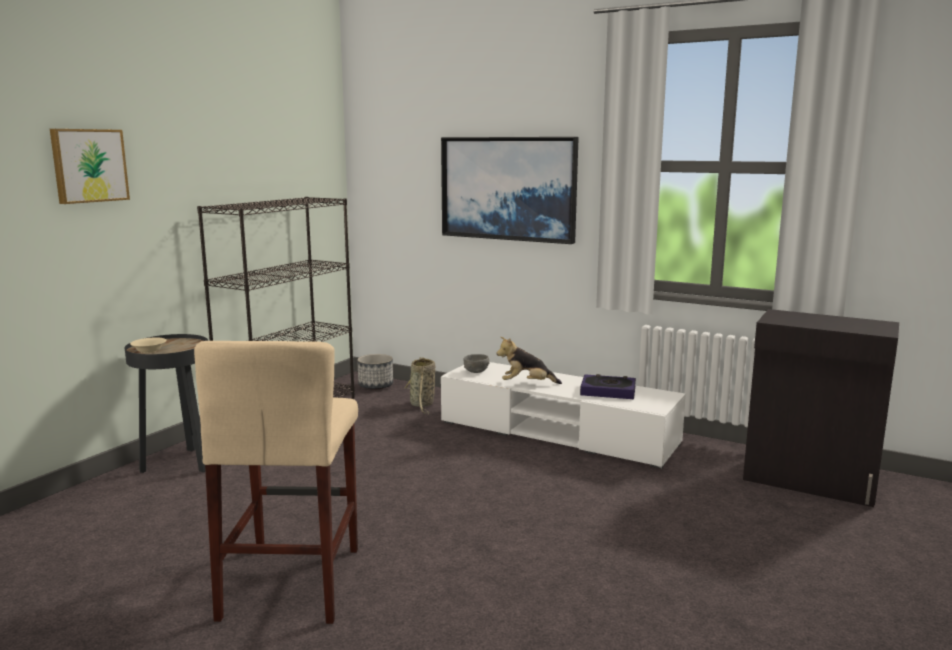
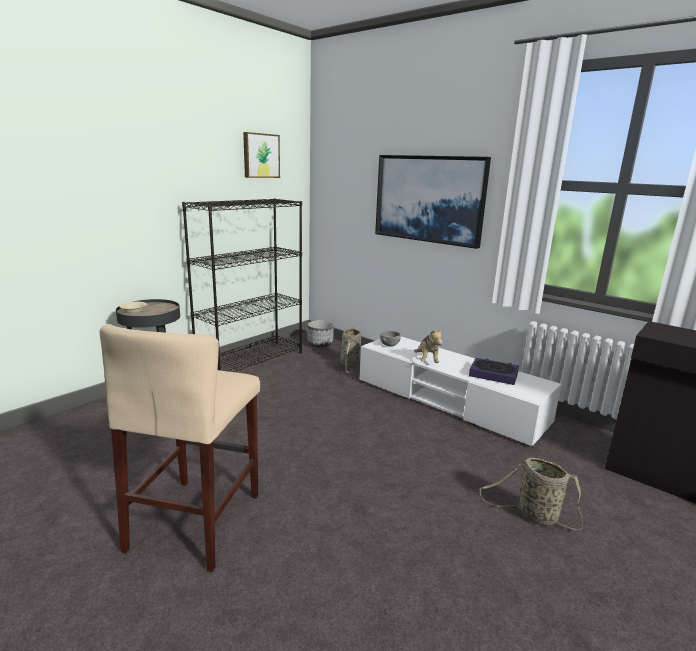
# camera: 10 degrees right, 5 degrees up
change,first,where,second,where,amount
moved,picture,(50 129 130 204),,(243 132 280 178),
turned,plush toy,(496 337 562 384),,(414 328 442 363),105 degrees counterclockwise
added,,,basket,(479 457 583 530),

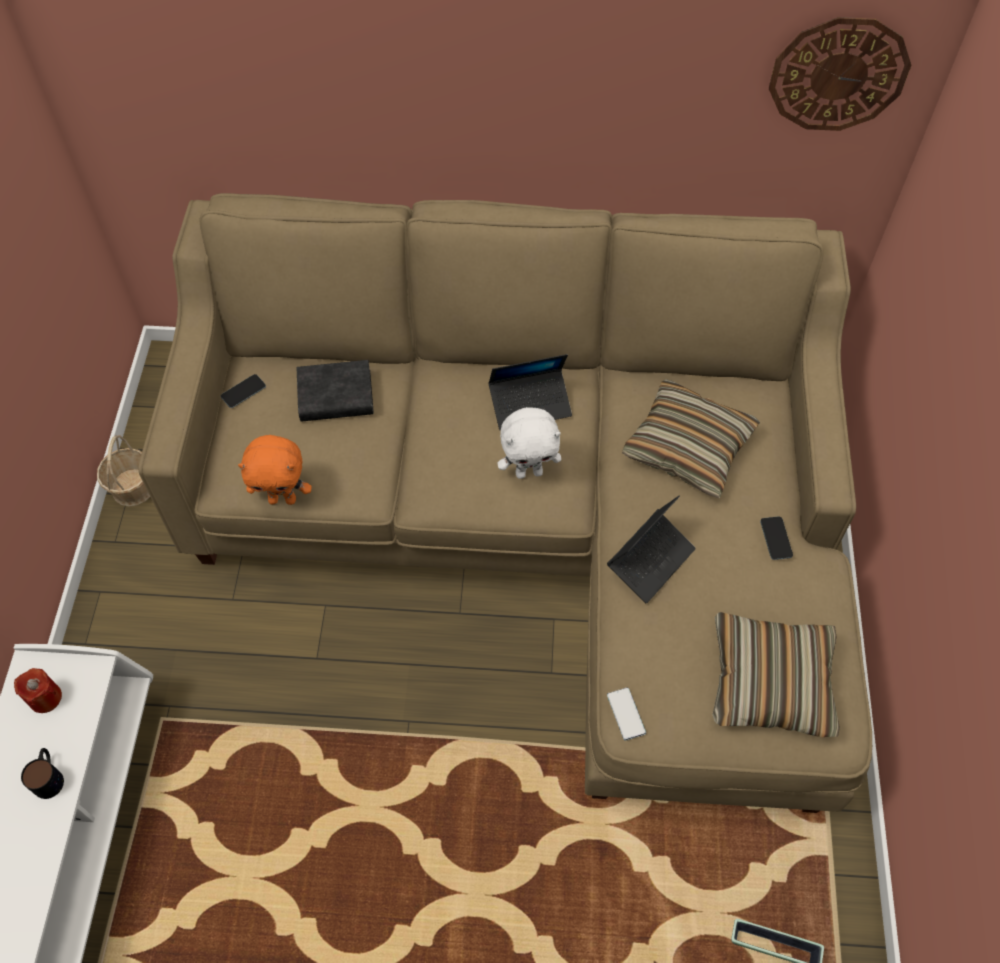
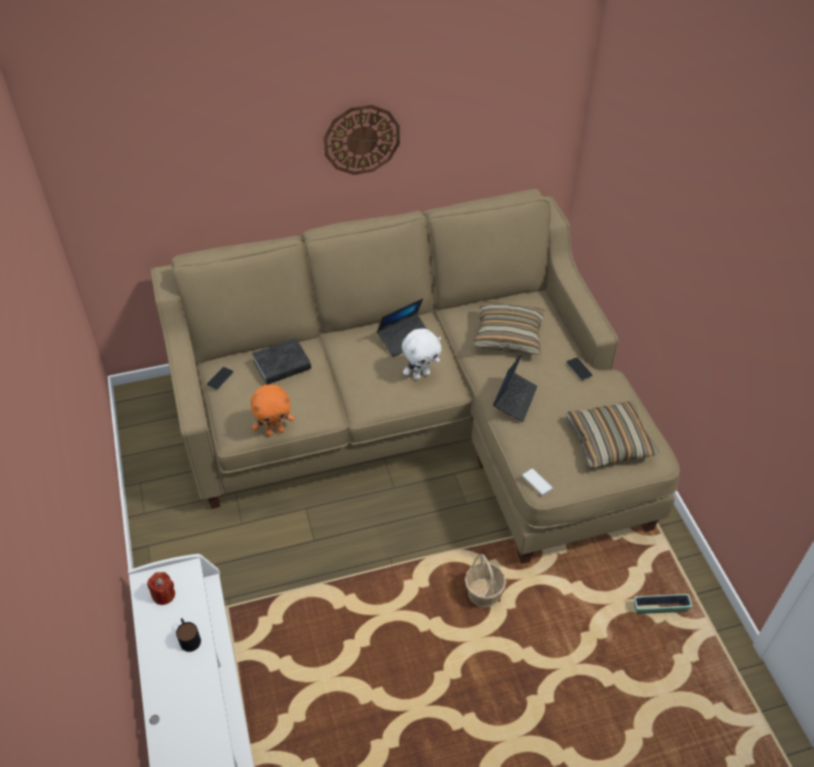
# camera: 20 degrees left, 10 degrees down
change,first,where,second,where,amount
moved,wall clock,(769 17 911 131),,(324 105 400 175),
moved,basket,(97 435 150 506),,(465 554 506 607),

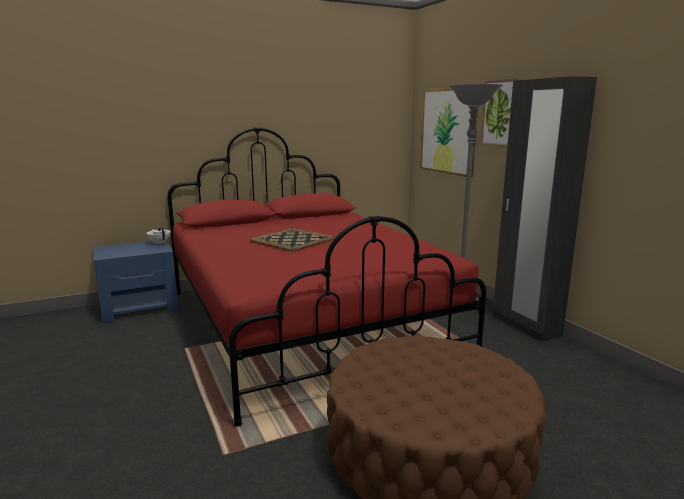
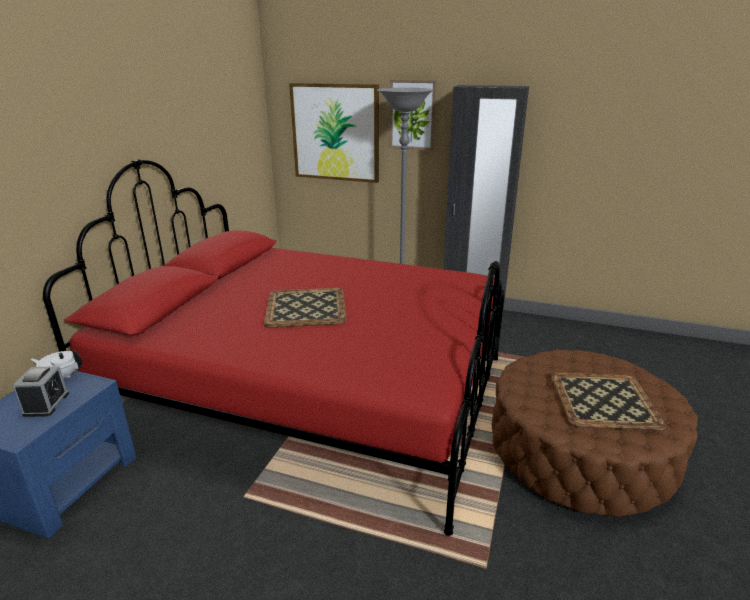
# camera: 45 degrees left, 10 degrees up
change,first,where,second,where,amount
added,,,alarm clock,(13 366 69 417),
added,,,tray,(551 372 666 431),

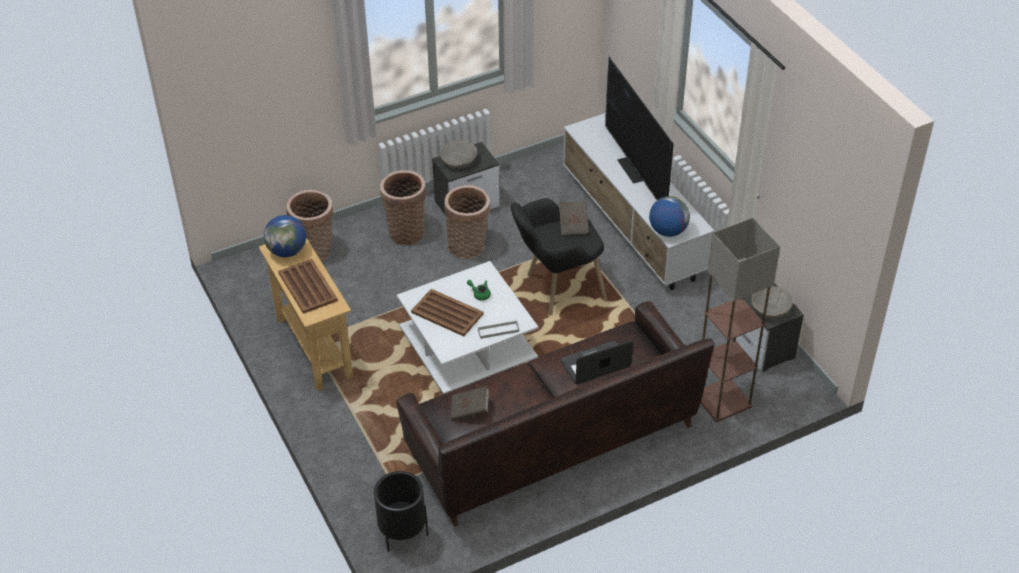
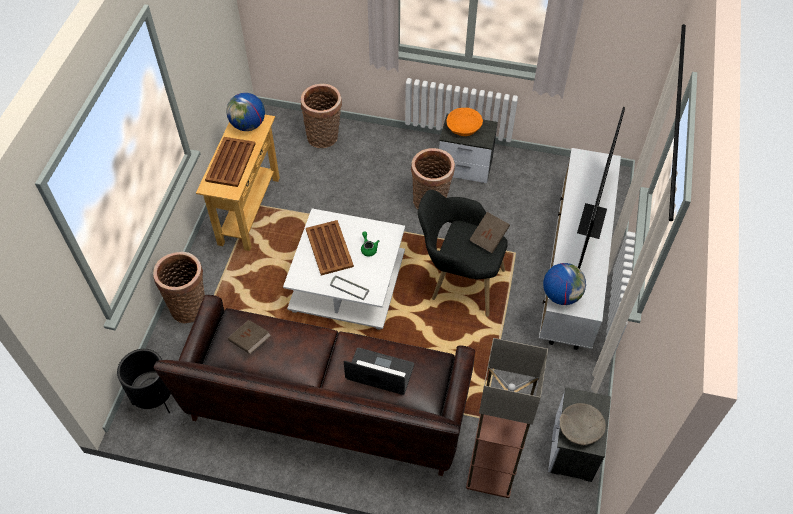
# camera: 40 degrees right, 10 degrees up
change,first,where,second,where,amount
moved,basket,(380 170 426 245),,(153 252 205 323),
recoloured,bowl/beige,(440 140 477 169),bowl/orange,(447 108 483 136),

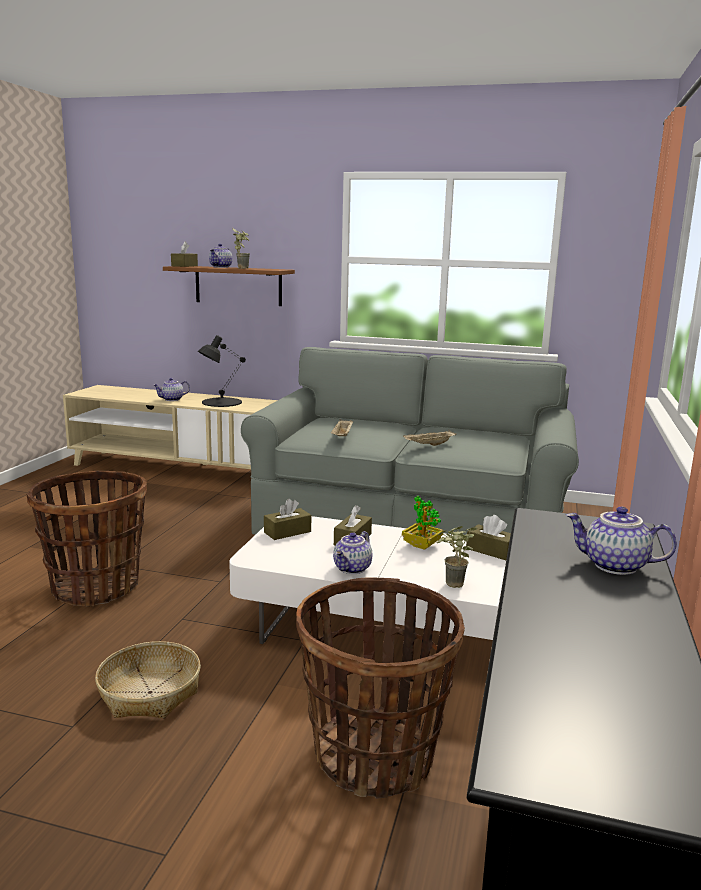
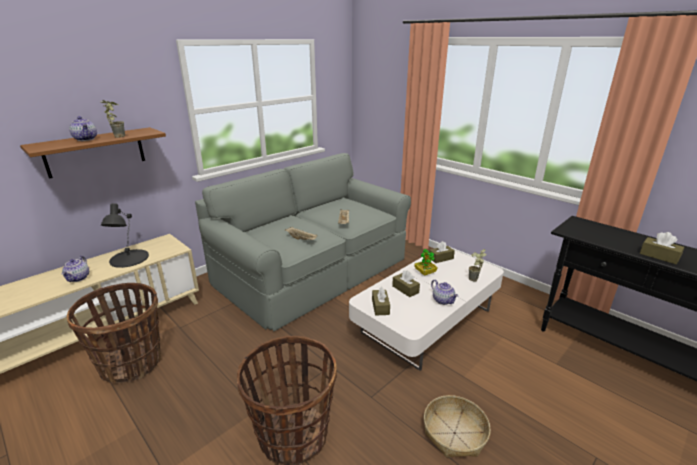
# camera: 60 degrees left, 10 degrees up
change,first,where,second,where,amount
moved,basket,(296 578 465 799),,(67 283 161 383),
moved,tissue box/brown,(171 242 198 267),,(640 232 684 264),
removed,teapot,(566 507 677 575),,,

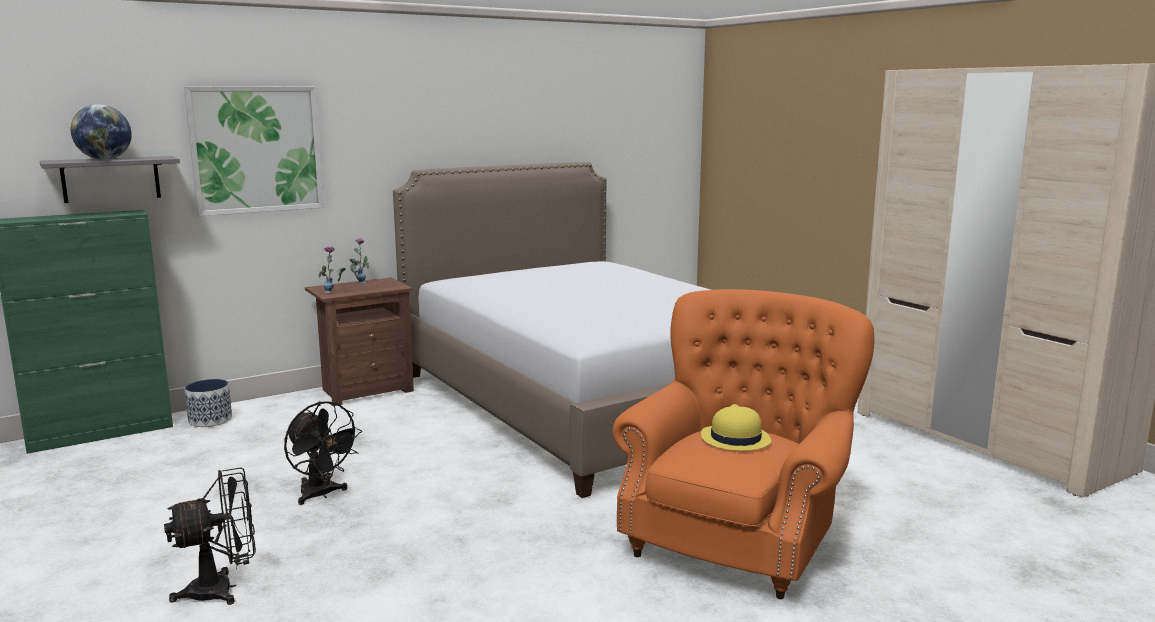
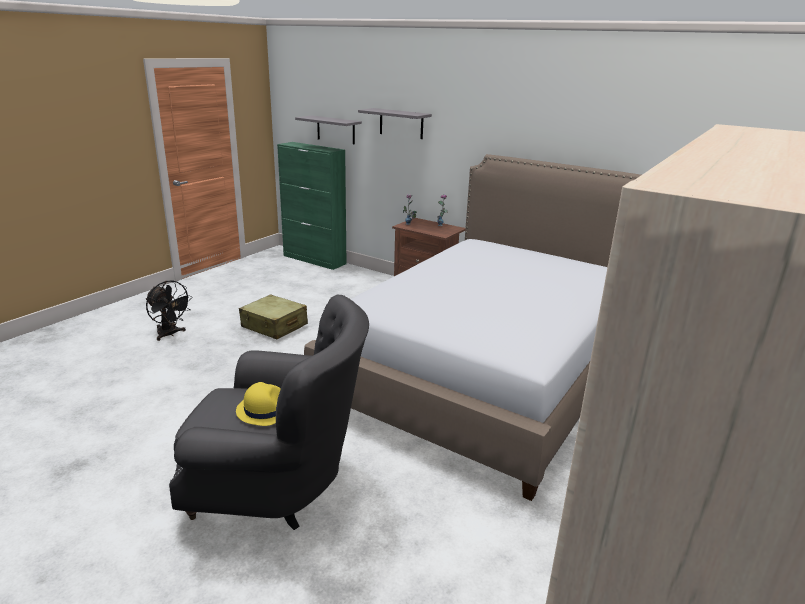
# camera: 65 degrees right, 10 degrees up
change,first,where,second,where,amount
recoloured,armchair/orange,(612 289 875 599),armchair/grey,(169 295 369 530),
replaced,fan/black,(284 401 362 505),suitcase/beige,(239 294 308 339),
replaced,picture,(184 86 324 216),shelf/grey,(358 108 432 139),
removed,globe,(71 104 132 160),,,
removed,planter,(184 379 232 427),,,

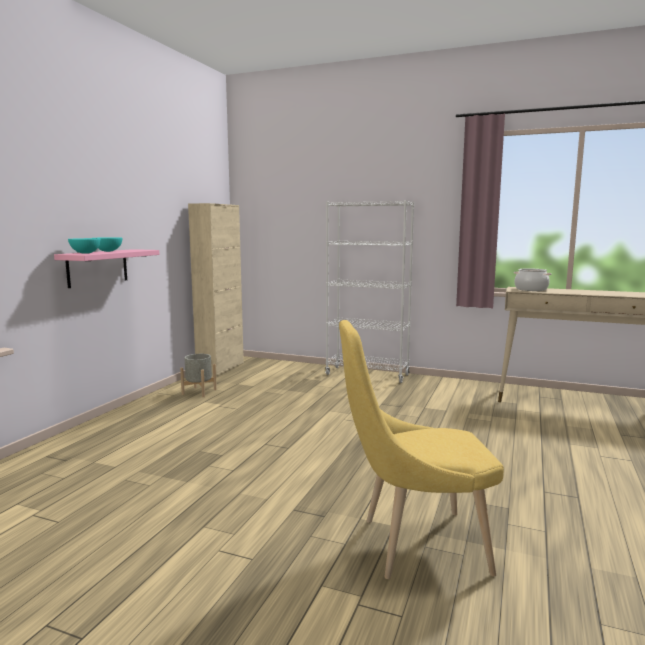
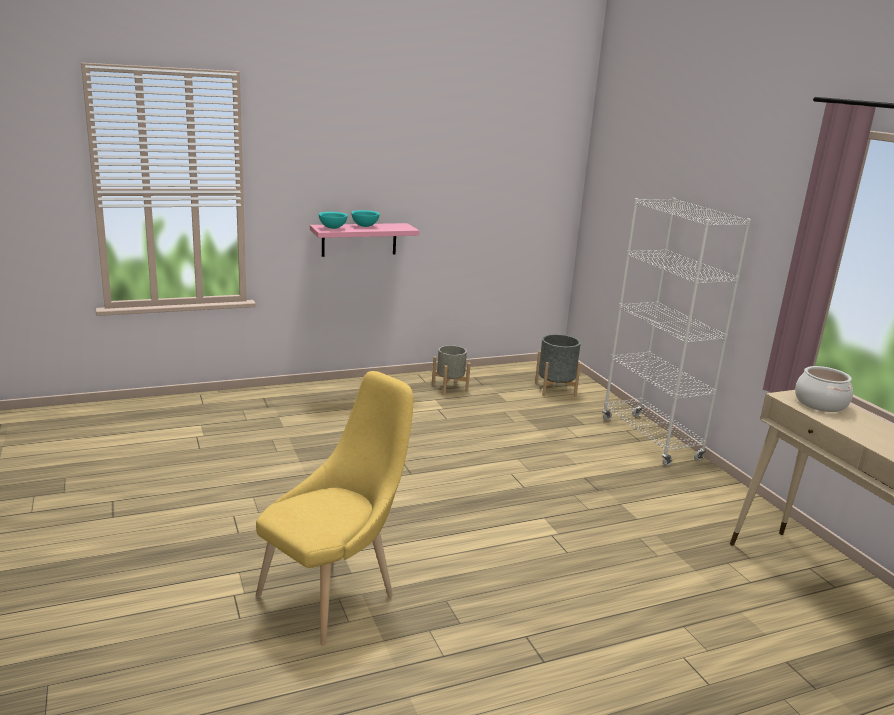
# camera: 45 degrees right, 10 degrees up
change,first,where,second,where,amount
turned,chair/yellow,(339 320 504 579),,(256 371 413 646),90 degrees clockwise
added,,,planter/grey,(535 334 581 396),
removed,cabinet/beige,(188 203 244 376),,,

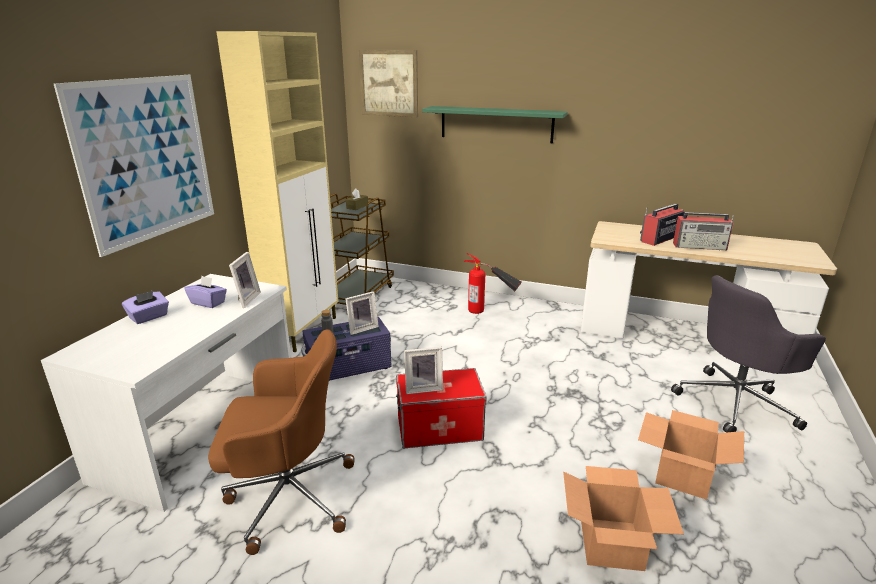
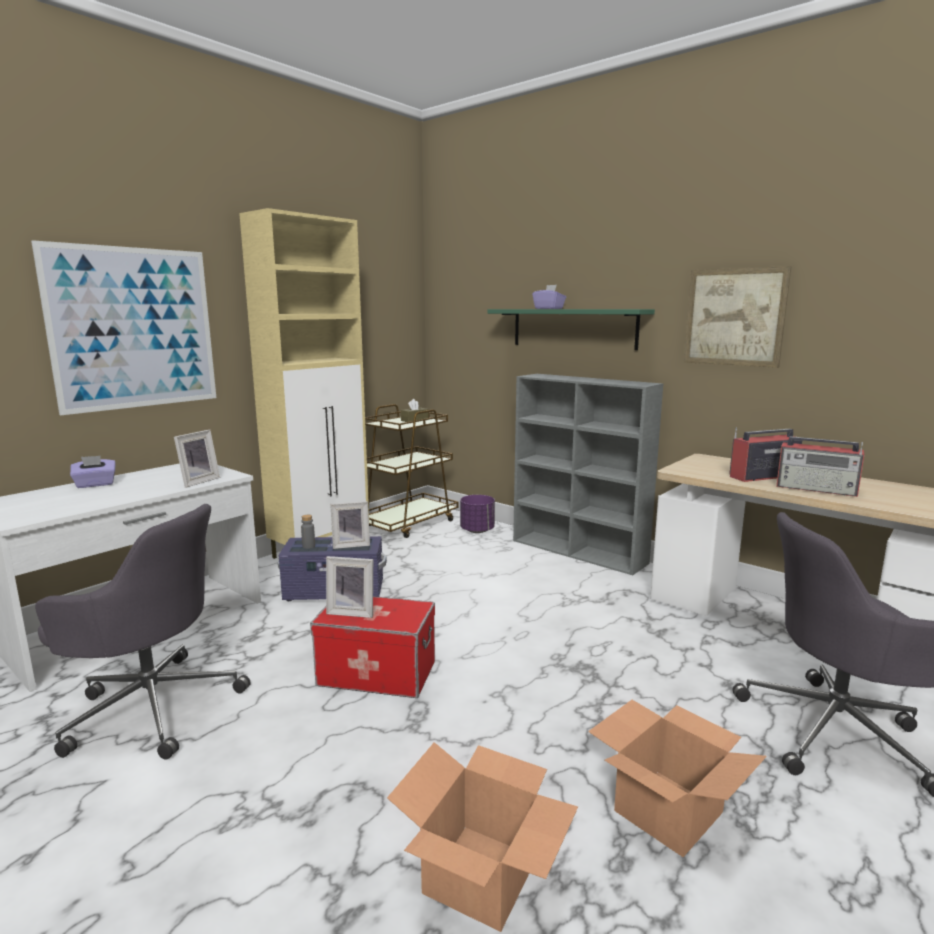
# camera: 20 degrees right, 10 degrees down
change,first,where,second,where,amount
recoloured,office chair/brown,(208 329 354 555),office chair/grey,(35 504 251 760),
added,,,planter/purple,(460 495 495 533),
added,,,bookcase/grey,(513 374 663 575),
moved,tissue box/purple,(184 276 227 308),,(532 285 566 309),
moved,picture,(359 50 418 117),,(684 266 791 368),
removed,fire extinguisher,(464 253 522 314),,,

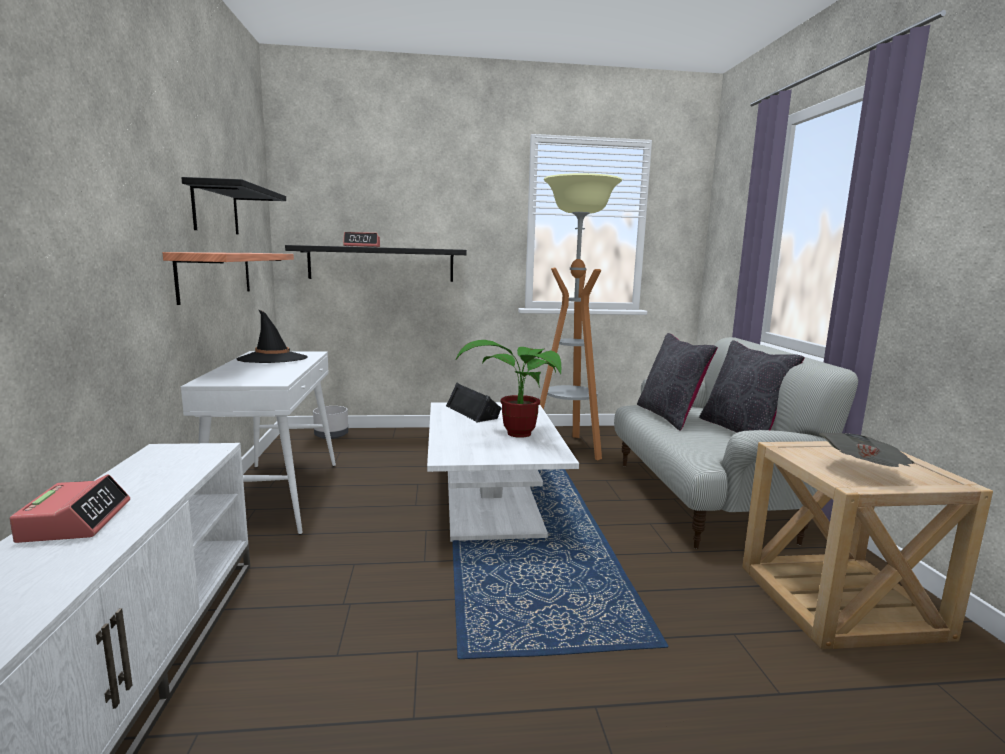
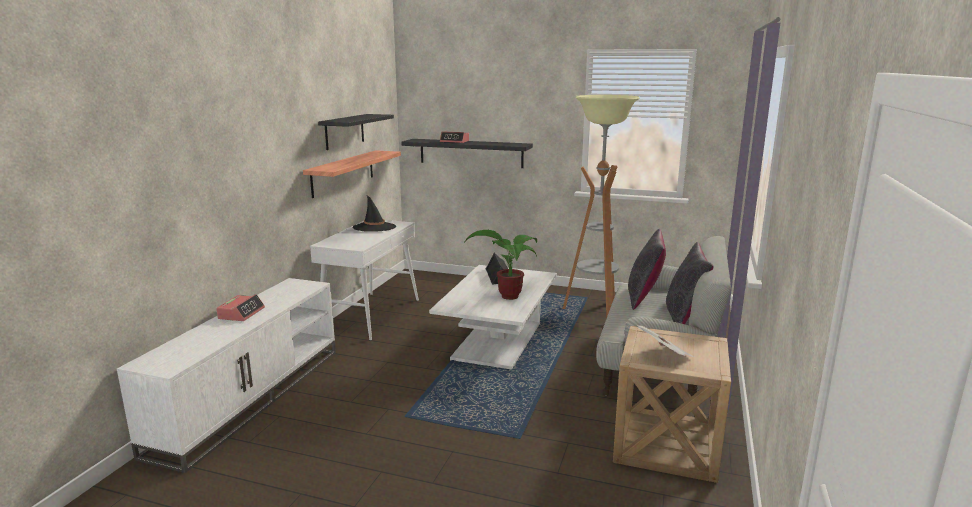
# camera: 25 degrees right, 5 degrees up
change,first,where,second,where,amount
removed,planter/grey,(313 406 348 439),,,

